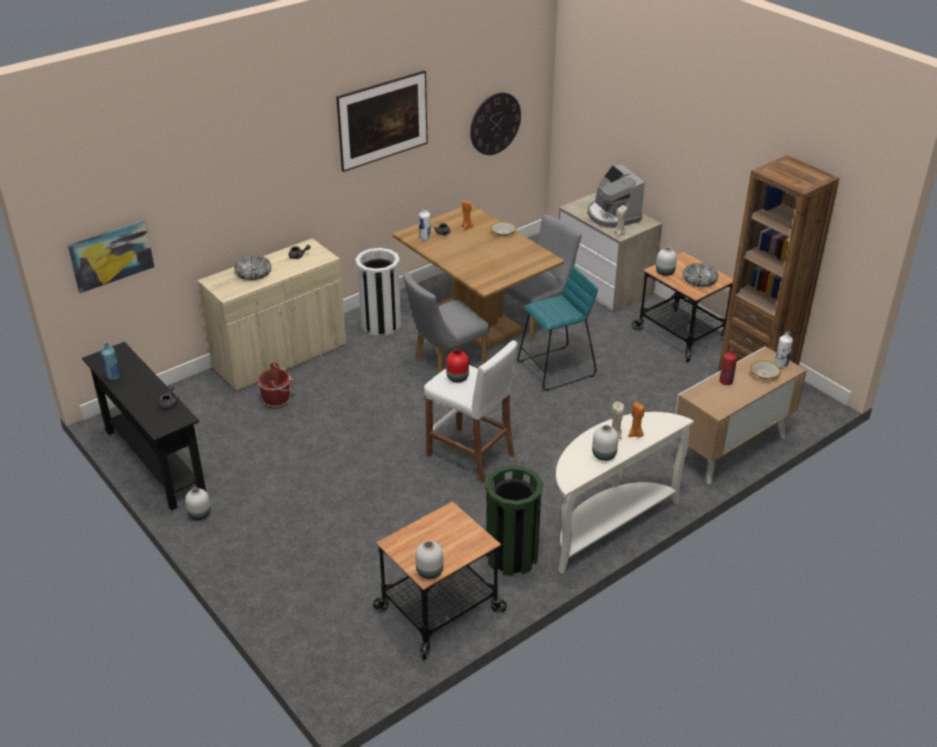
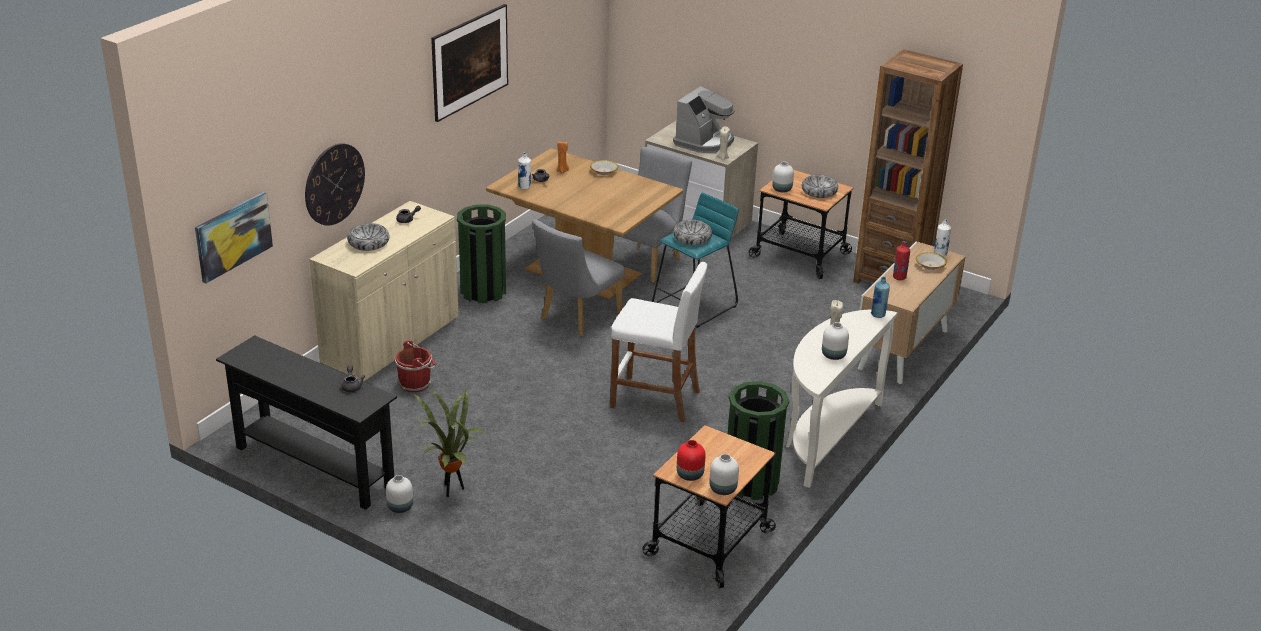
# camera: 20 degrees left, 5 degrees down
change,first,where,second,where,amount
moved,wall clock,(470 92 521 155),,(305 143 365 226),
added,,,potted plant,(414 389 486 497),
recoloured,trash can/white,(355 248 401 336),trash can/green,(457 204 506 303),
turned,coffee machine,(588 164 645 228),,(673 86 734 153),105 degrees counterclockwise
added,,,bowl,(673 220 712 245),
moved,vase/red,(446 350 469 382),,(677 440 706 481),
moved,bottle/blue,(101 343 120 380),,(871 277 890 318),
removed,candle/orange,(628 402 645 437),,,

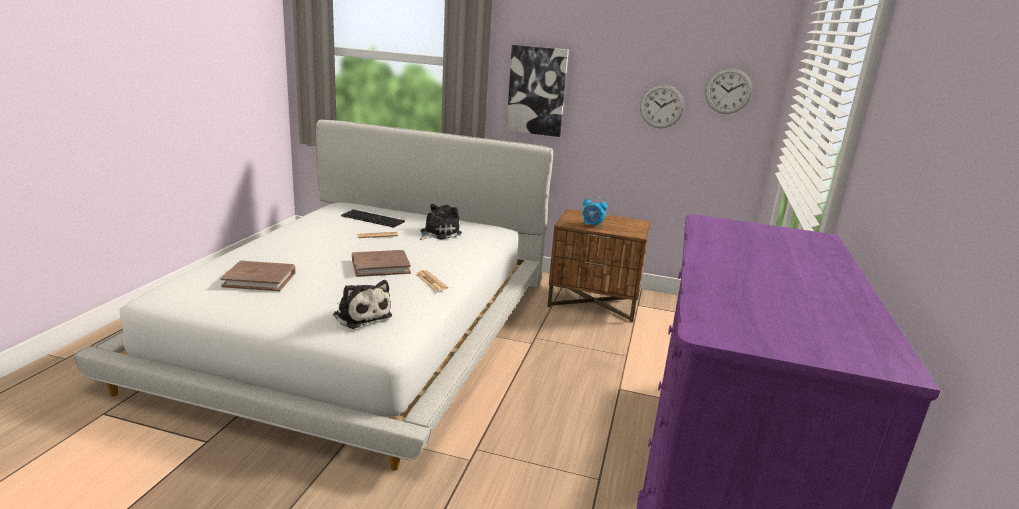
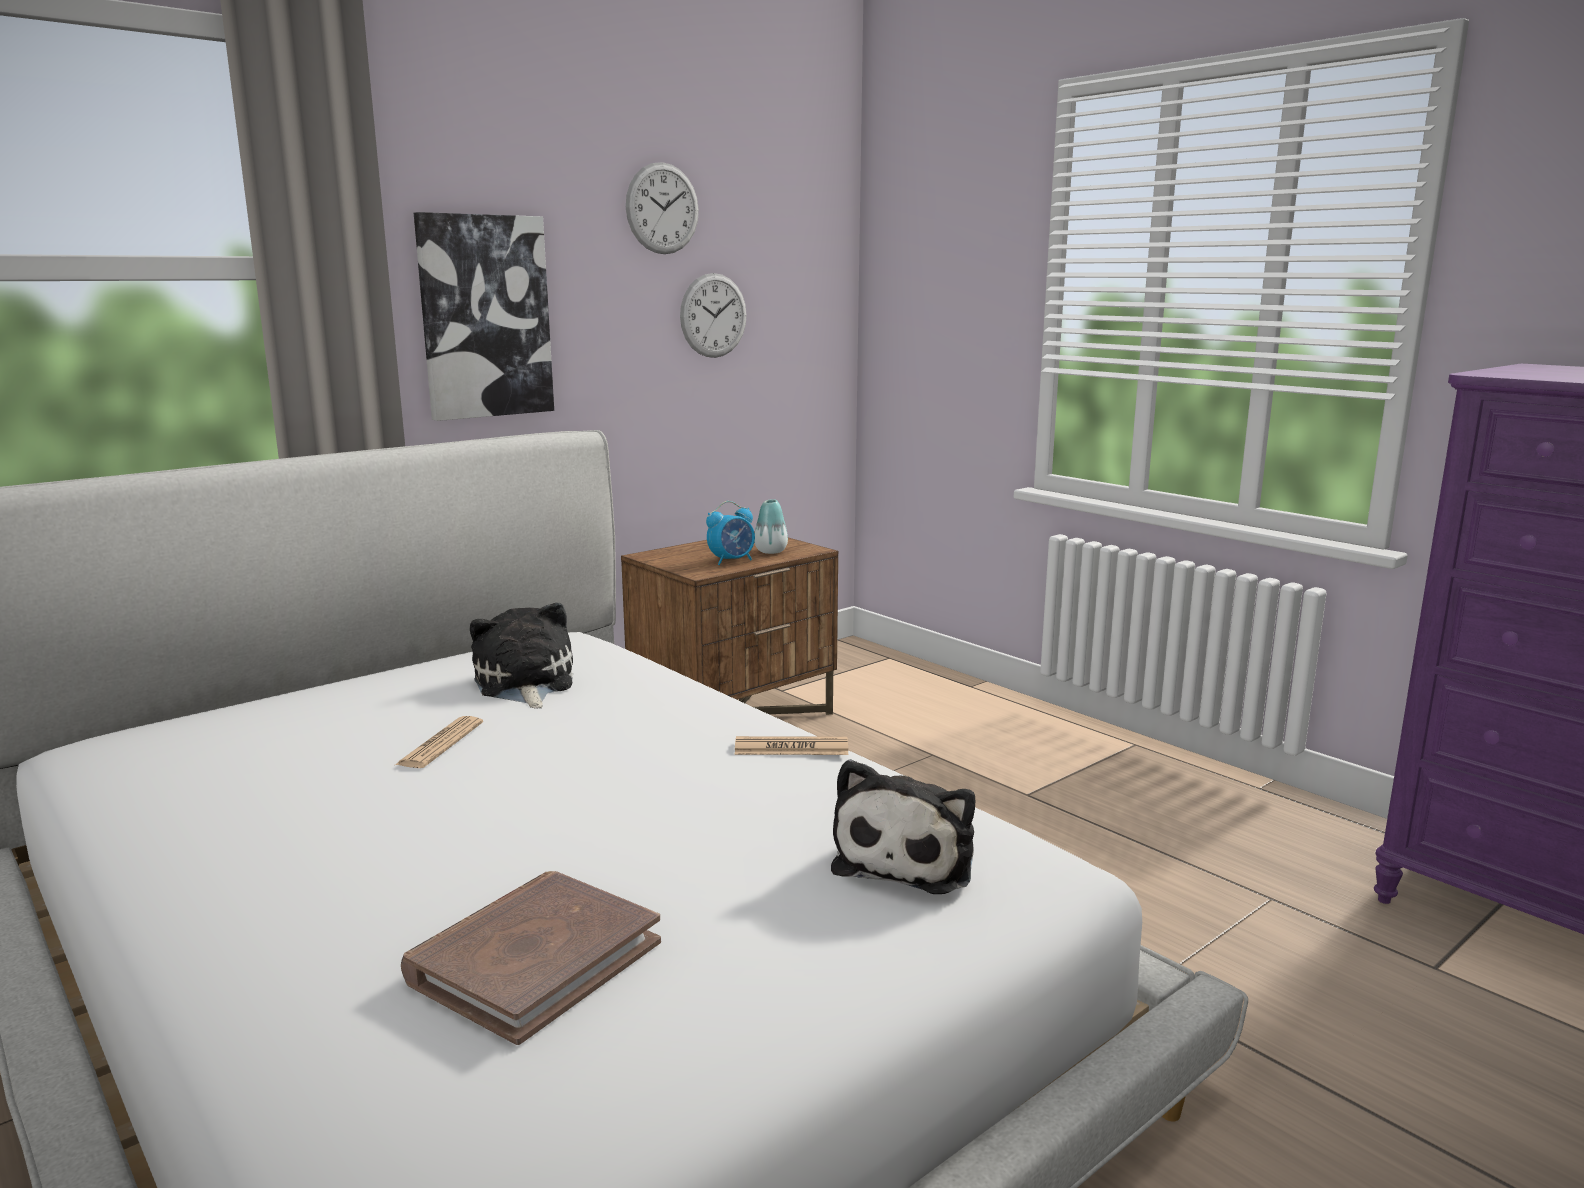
# camera: 55 degrees left, 5 degrees down
change,first,where,second,where,amount
moved,wall clock,(705 68 752 114),,(626 162 699 254),
added,,,vase,(754 499 788 554),
turned,plush toy,(333 280 392 329),,(831 759 975 894),120 degrees clockwise
removed,keyboard,(341 210 405 228),,,
removed,book/brown,(352 250 411 277),,,

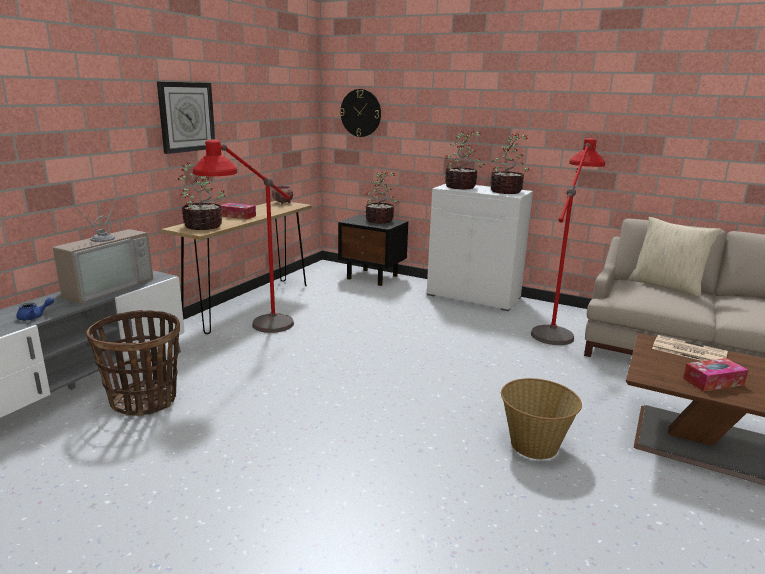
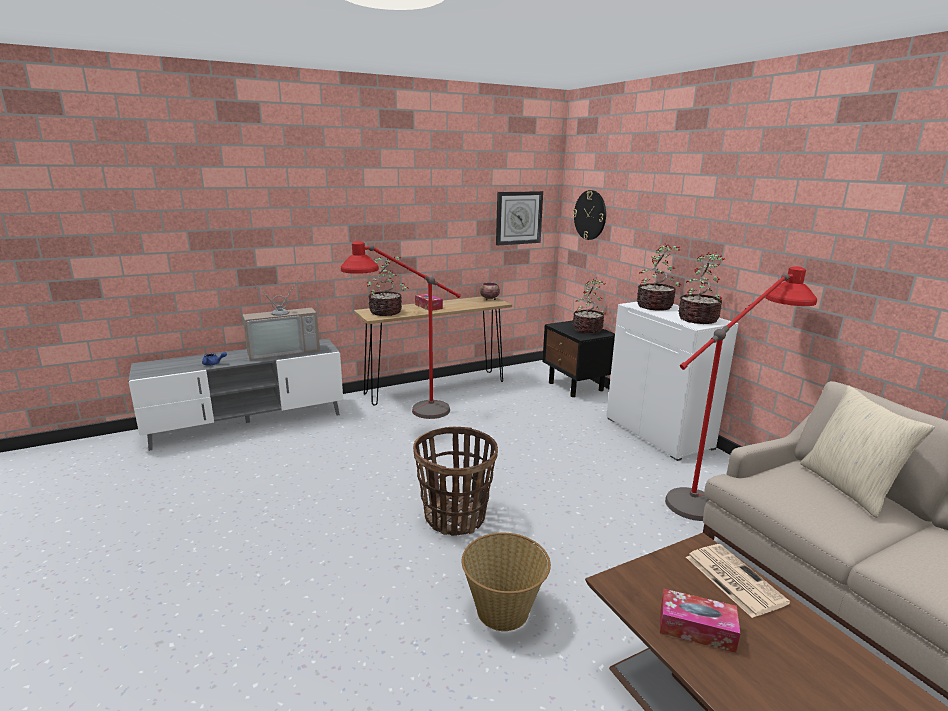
# camera: 35 degrees right, 0 degrees up
change,first,where,second,where,amount
moved,basket,(87 310 180 416),,(413 427 498 536),
moved,wall clock,(157 81 215 154),,(496 191 543 246),

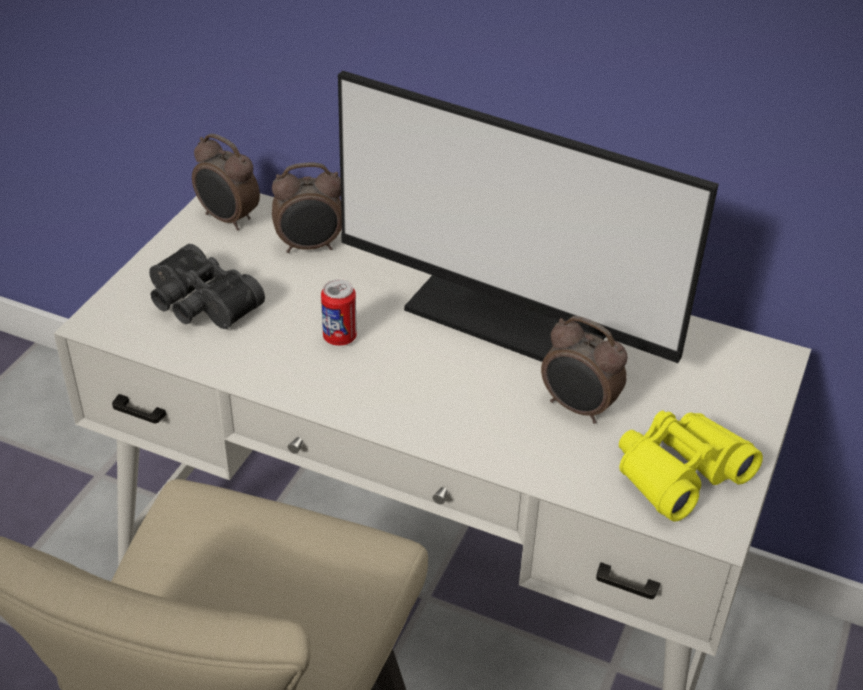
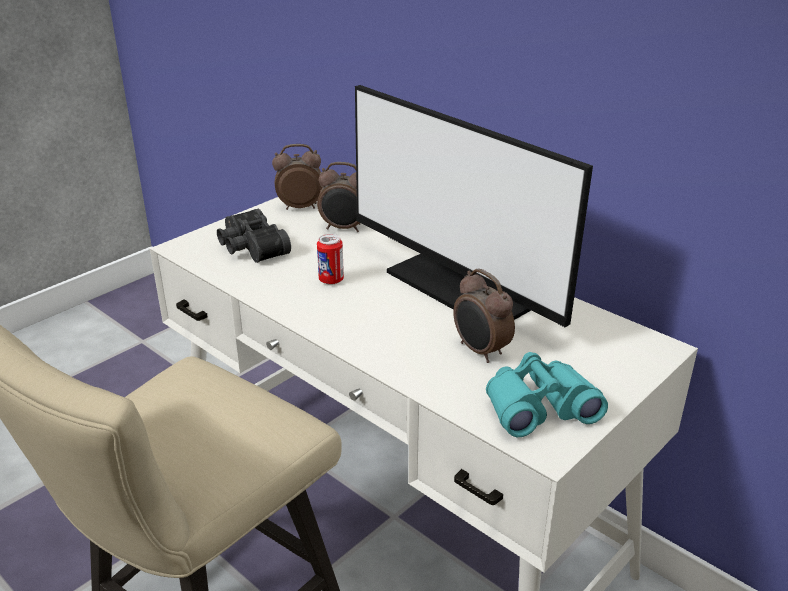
# camera: 20 degrees right, 10 degrees down
change,first,where,second,where,amount
turned,alarm clock,(192 134 260 230),,(272 144 323 210),120 degrees clockwise
recoloured,binoculars/yellow,(619 411 763 522),binoculars/turquoise,(486 352 608 437),

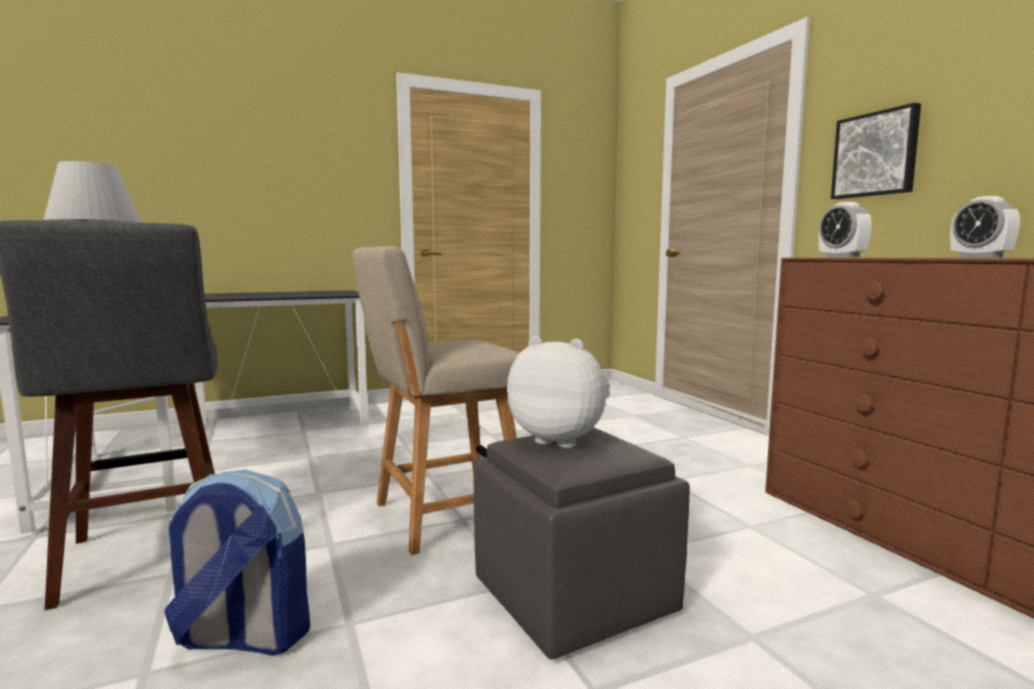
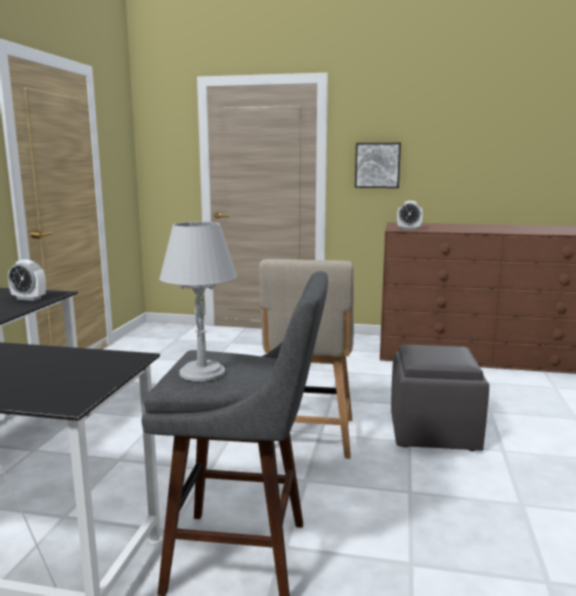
# camera: 55 degrees left, 5 degrees up
change,first,where,second,where,amount
moved,alarm clock,(950 196 1020 257),,(8 260 46 301),
removed,backpack,(164 470 310 656),,,
removed,plush toy,(507 336 611 448),,,

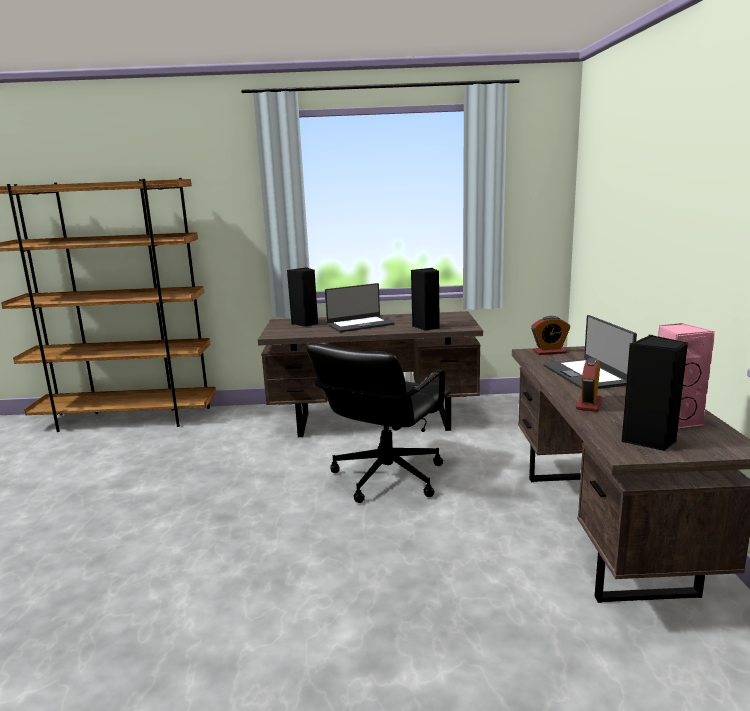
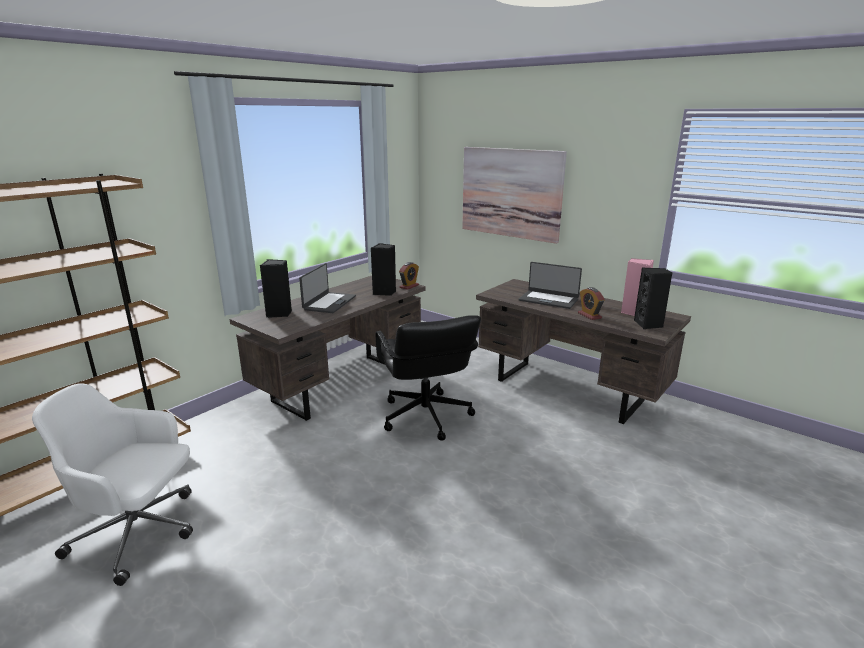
# camera: 50 degrees left, 5 degrees up
change,first,where,second,where,amount
added,,,office chair/white,(32 383 193 586),
moved,alarm clock,(531 316 570 355),,(399 262 419 290),
added,,,picture,(462 147 567 244),

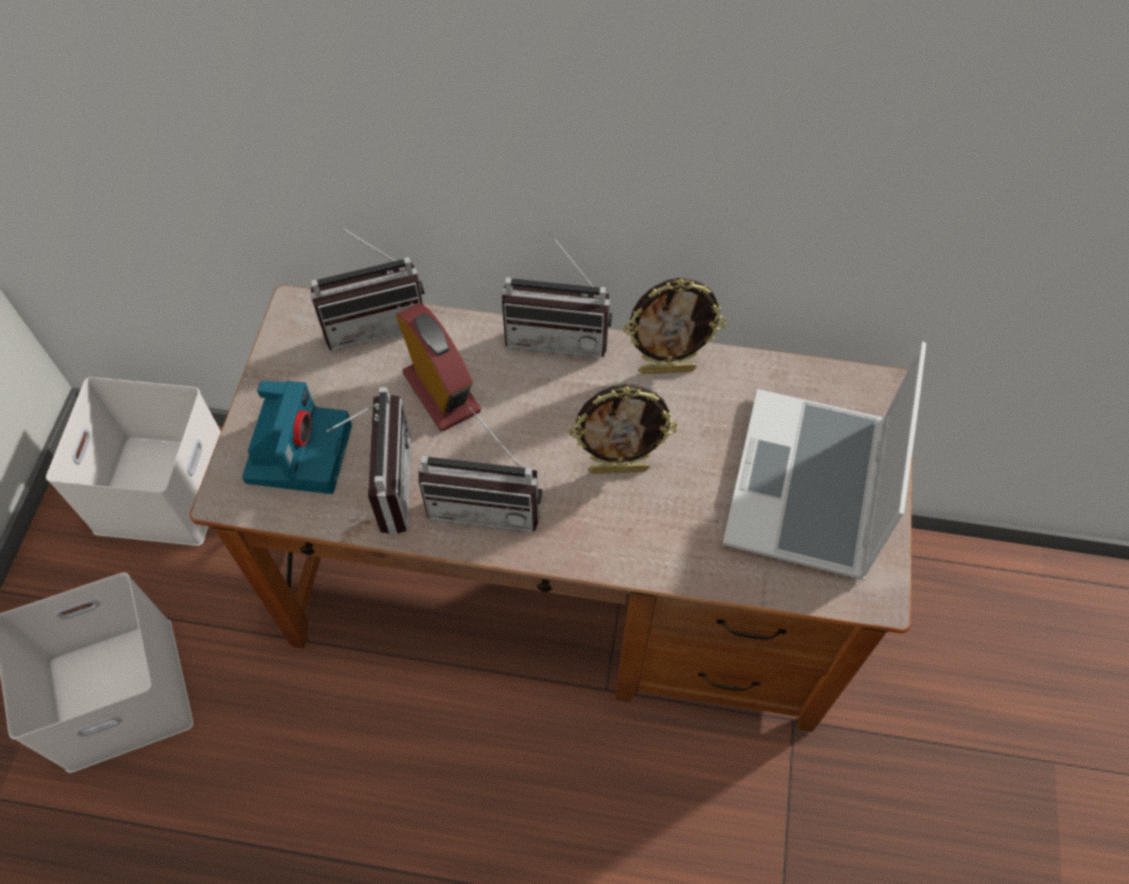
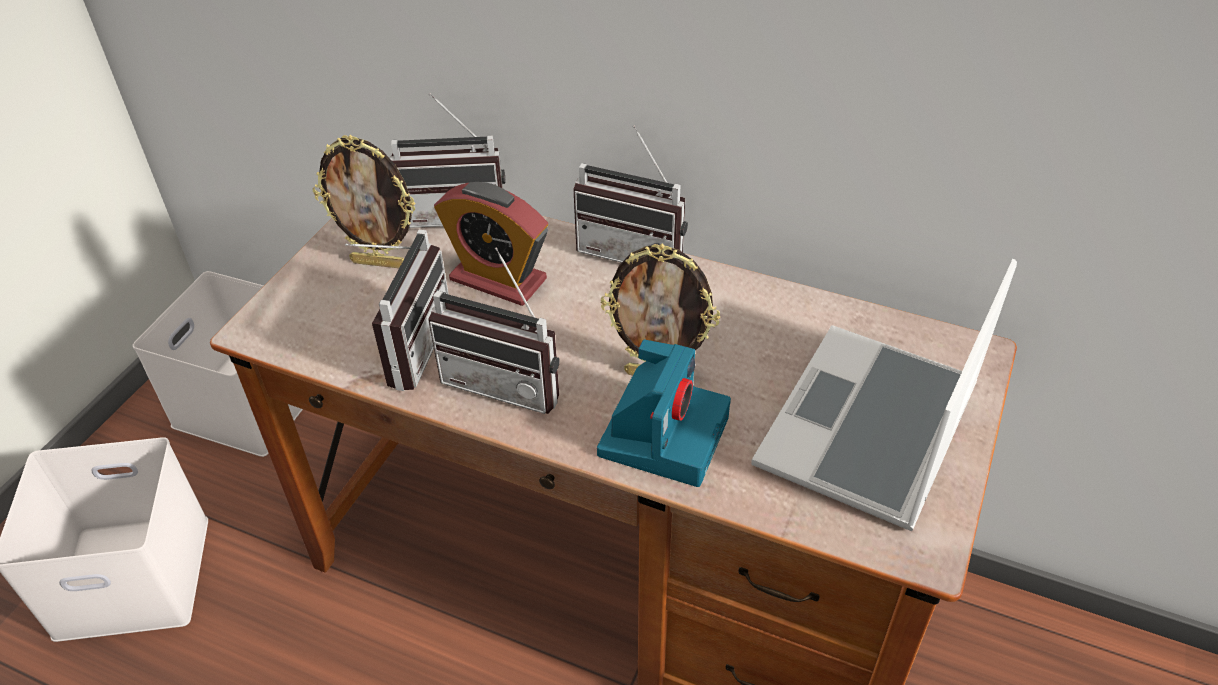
# camera: 15 degrees right, 15 degrees down
change,first,where,second,where,amount
moved,picture frame,(623 278 726 374),,(312 135 415 268),
turned,alarm clock,(396 303 481 431),,(434 182 548 306),135 degrees clockwise
moved,photo camera,(242 381 352 494),,(597 339 731 487),

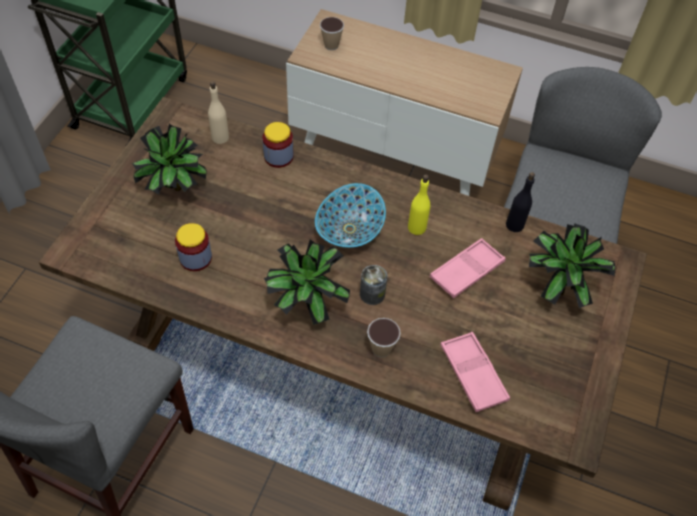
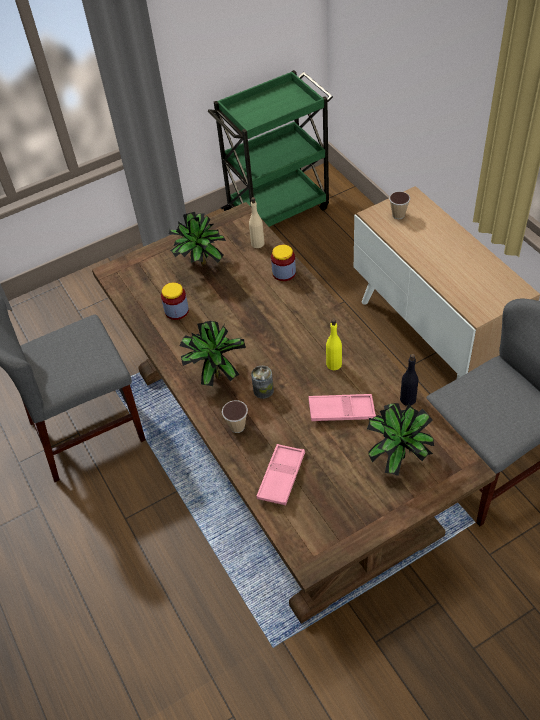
# camera: 45 degrees right, 5 degrees down
change,first,where,second,where,amount
removed,bowl,(315 183 386 248),,,

